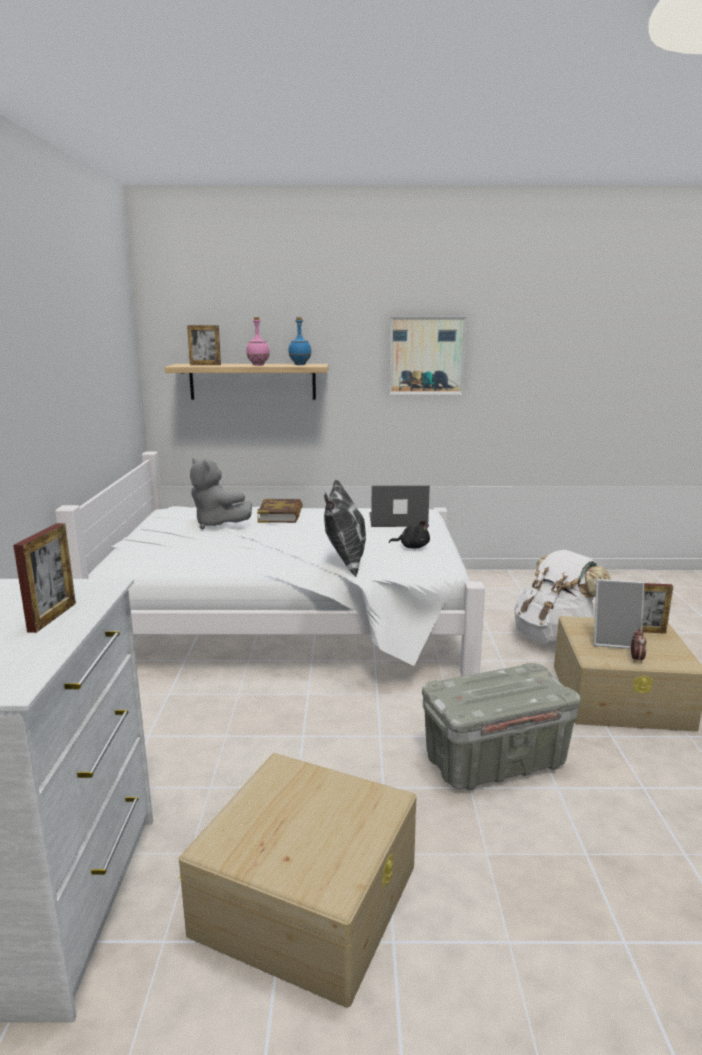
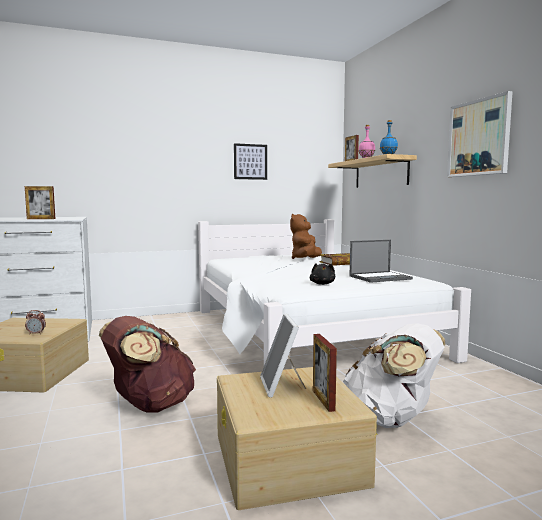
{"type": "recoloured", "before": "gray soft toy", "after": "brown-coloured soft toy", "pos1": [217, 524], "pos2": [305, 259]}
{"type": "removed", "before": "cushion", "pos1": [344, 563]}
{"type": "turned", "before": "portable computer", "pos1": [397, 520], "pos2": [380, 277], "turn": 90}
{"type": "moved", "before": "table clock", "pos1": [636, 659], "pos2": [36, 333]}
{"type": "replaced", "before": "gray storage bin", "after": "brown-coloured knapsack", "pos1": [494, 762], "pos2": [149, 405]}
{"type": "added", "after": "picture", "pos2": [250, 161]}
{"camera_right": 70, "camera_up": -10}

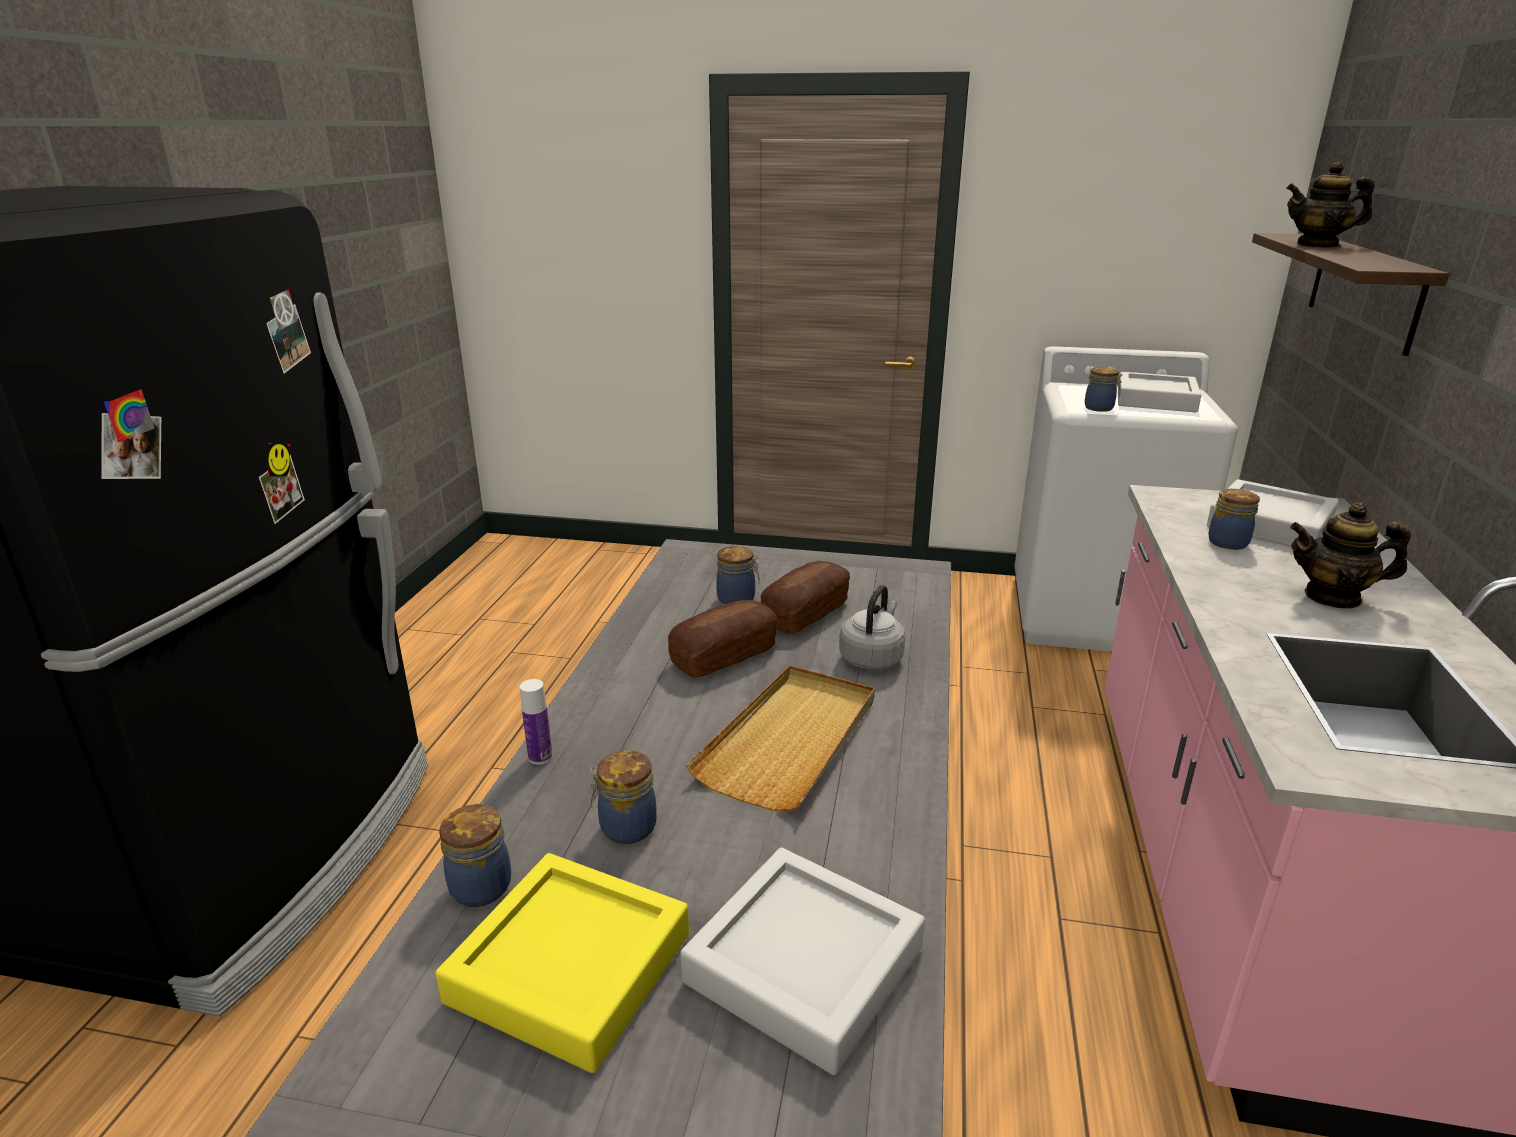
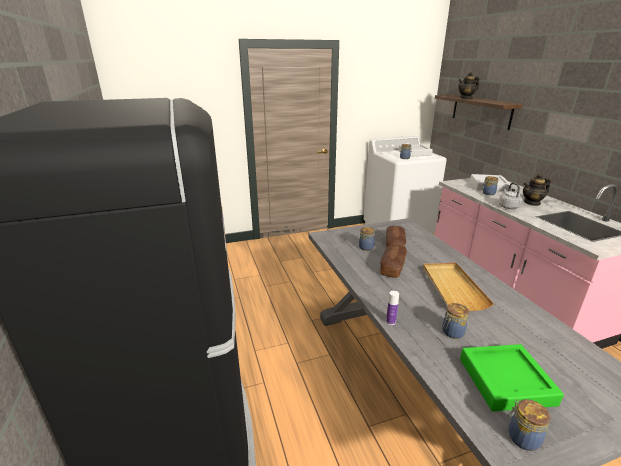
{"type": "moved", "before": "gray water kettle", "pos1": [872, 658], "pos2": [508, 206]}
{"type": "moved", "before": "storage jar", "pos1": [481, 885], "pos2": [521, 437]}
{"type": "removed", "before": "gray serving tray", "pos1": [804, 965]}
{"type": "recoloured", "before": "yellow-coloured serving tray", "after": "green serving tray", "pos1": [570, 967], "pos2": [505, 381]}
{"camera_right": -30, "camera_up": 0}

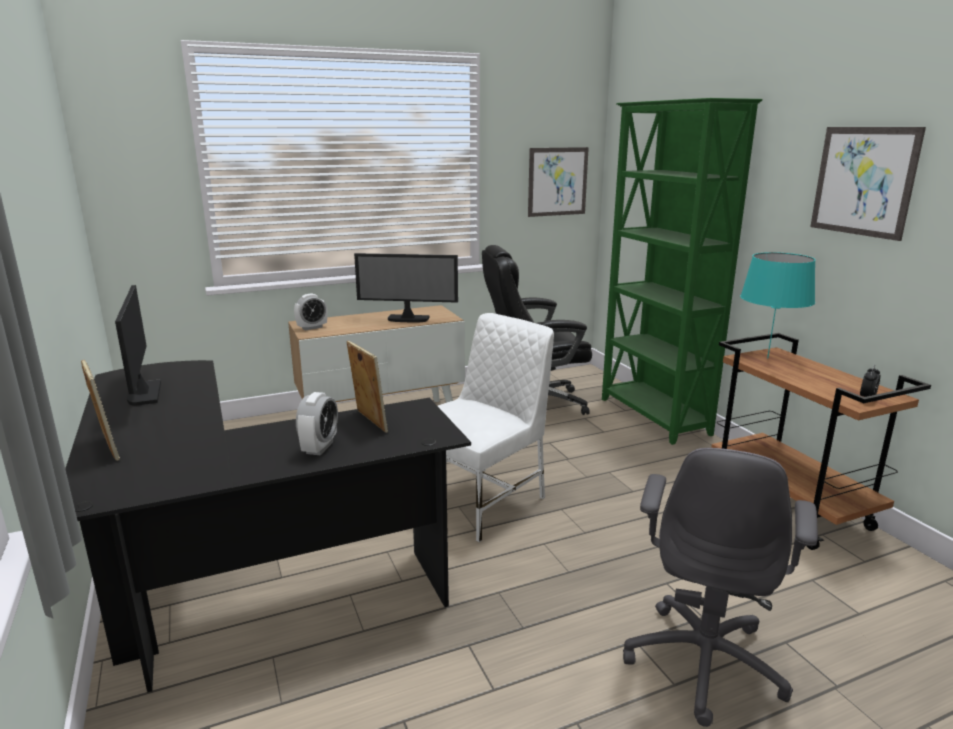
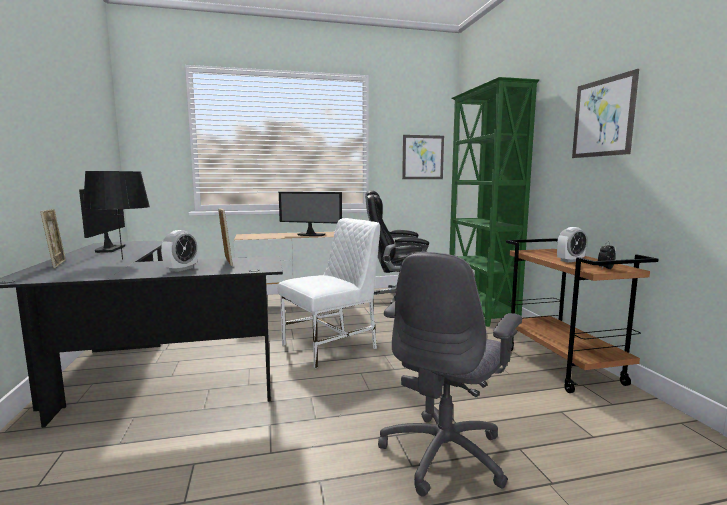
{"type": "removed", "before": "turquoise table lamp", "pos1": [767, 358]}
{"type": "moved", "before": "table clock", "pos1": [312, 327], "pos2": [570, 261]}
{"type": "added", "after": "black-coloured table lamp", "pos2": [122, 259]}
{"camera_right": 10, "camera_up": -10}

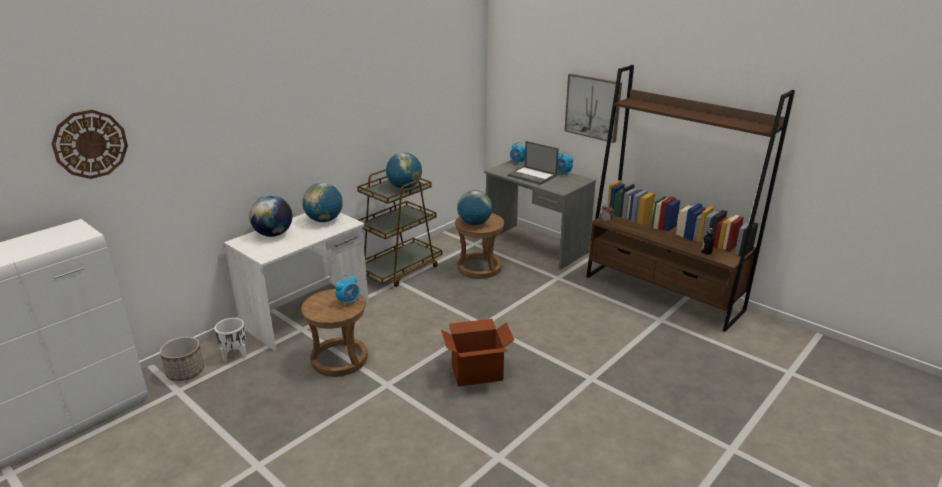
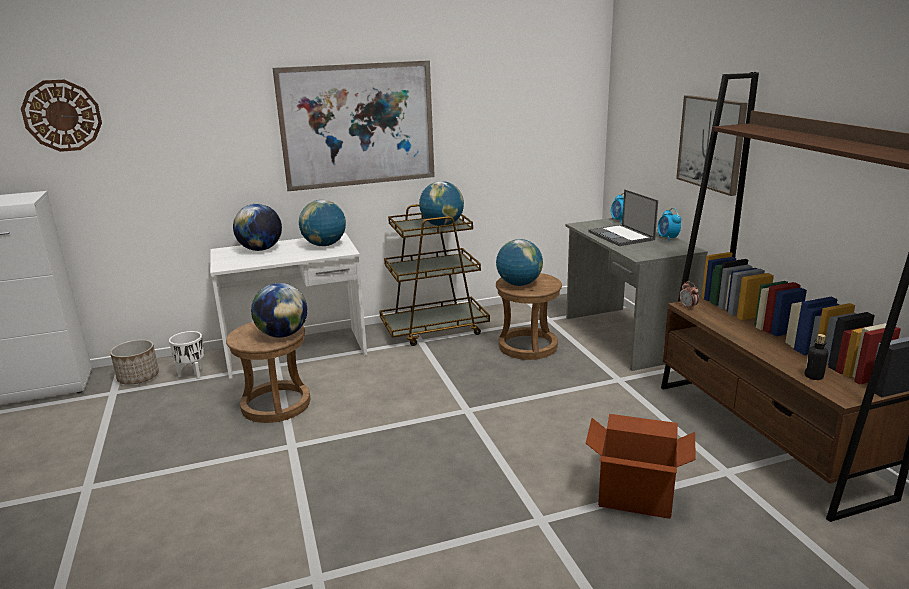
{"type": "replaced", "before": "table clock", "after": "desk globe", "pos1": [349, 302], "pos2": [282, 334]}
{"type": "moved", "before": "carton", "pos1": [476, 372], "pos2": [635, 496]}
{"type": "added", "after": "picture", "pos2": [358, 125]}
{"camera_right": 30, "camera_up": -5}

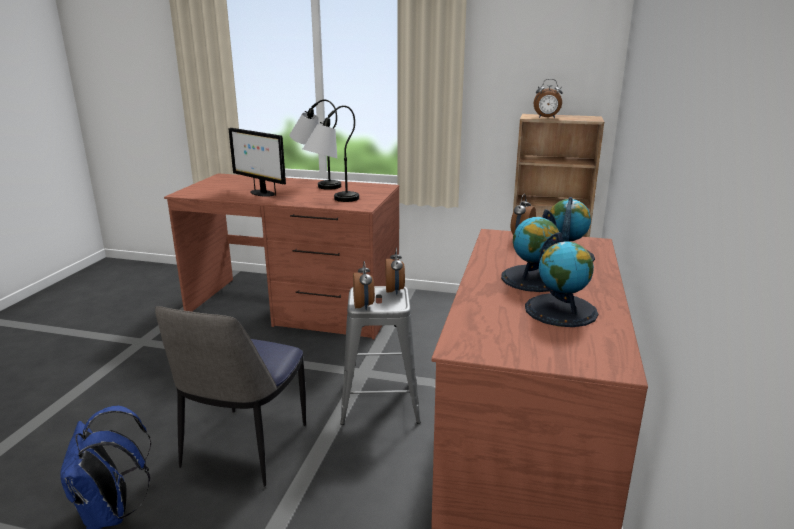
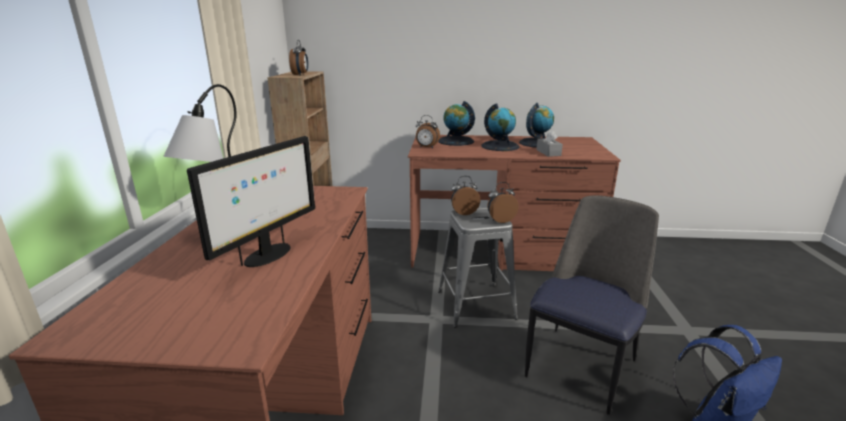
{"type": "removed", "before": "table lamp", "pos1": [332, 201]}
{"type": "turned", "before": "upright chair", "pos1": [244, 448], "pos2": [581, 366], "turn": -60}
{"type": "added", "after": "gray box of tissues", "pos2": [548, 152]}
{"camera_right": -100, "camera_up": 0}

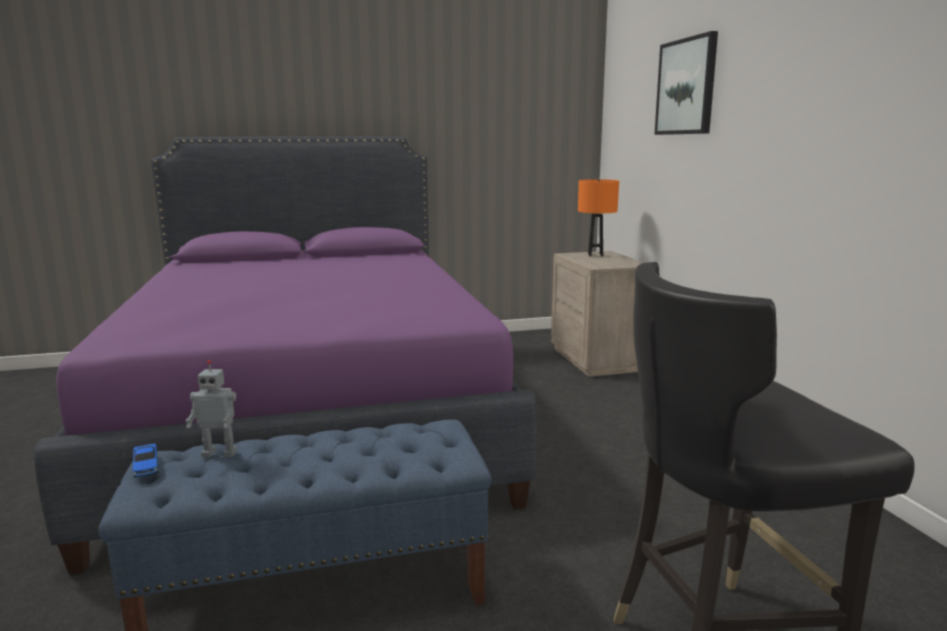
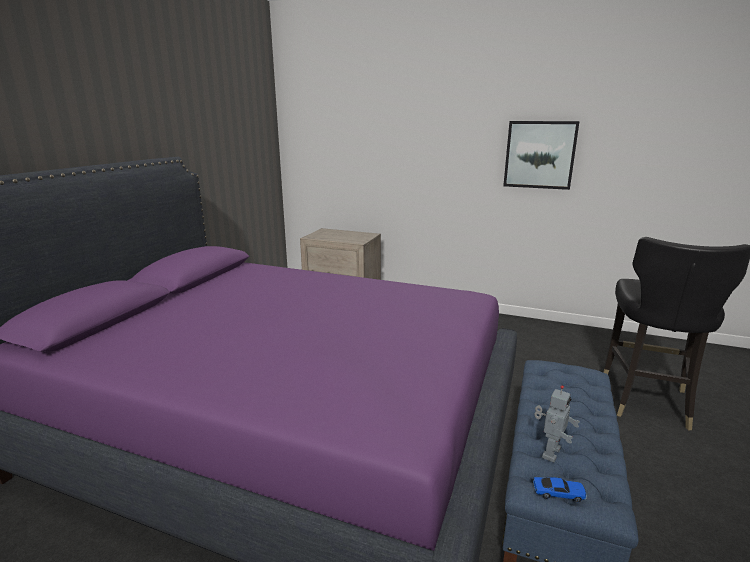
{"type": "moved", "before": "picture", "pos1": [686, 87], "pos2": [539, 155]}
{"type": "removed", "before": "orange-coloured table lamp", "pos1": [595, 255]}
{"camera_right": -55, "camera_up": 5}

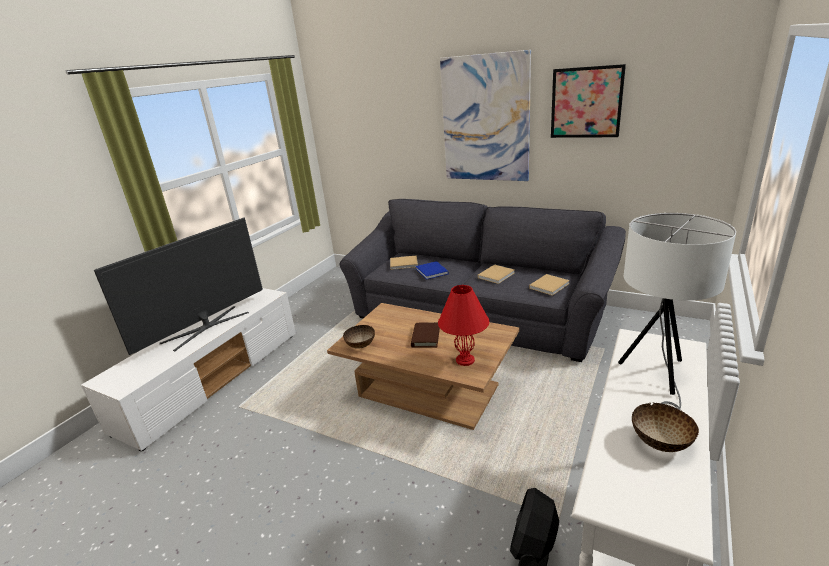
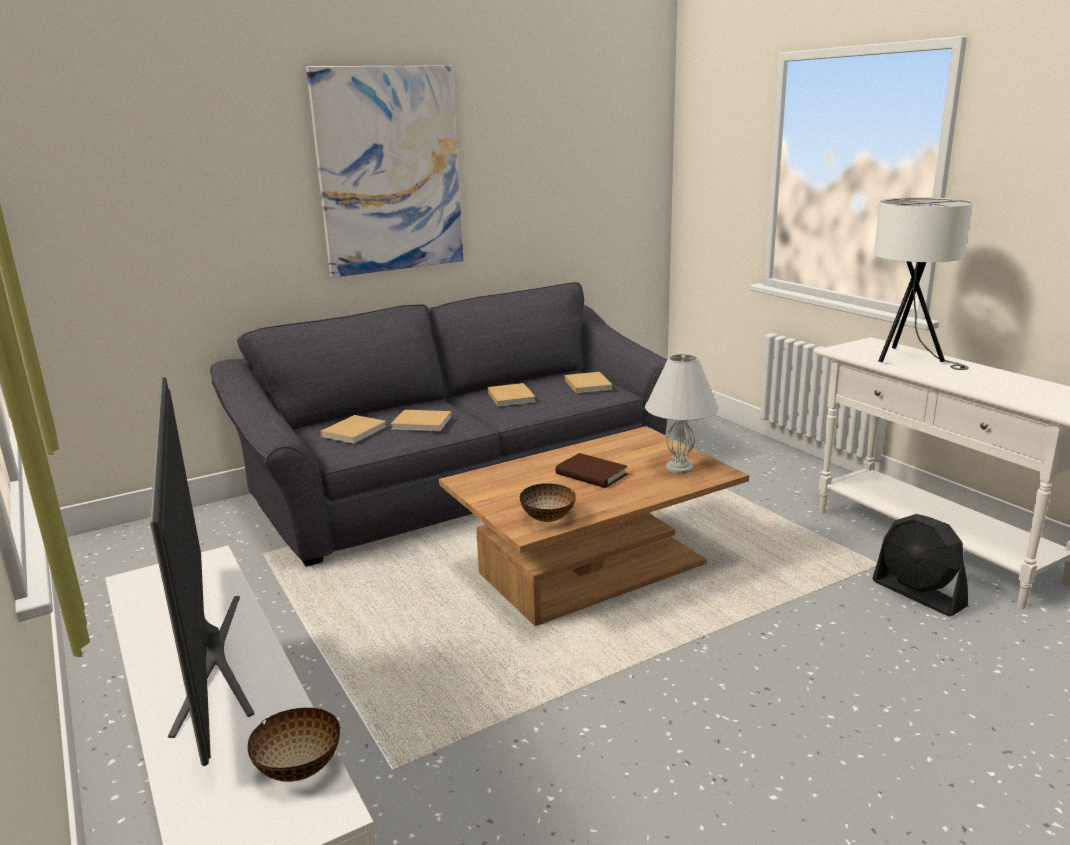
{"type": "removed", "before": "picture", "pos1": [586, 102]}
{"type": "recoloured", "before": "blue-coloured volume", "after": "beige volume", "pos1": [432, 272], "pos2": [423, 423]}
{"type": "recoloured", "before": "red table lamp", "after": "white-coloured table lamp", "pos1": [464, 360], "pos2": [679, 468]}
{"type": "moved", "before": "bowl", "pos1": [661, 443], "pos2": [300, 768]}
{"camera_right": -60, "camera_up": -5}

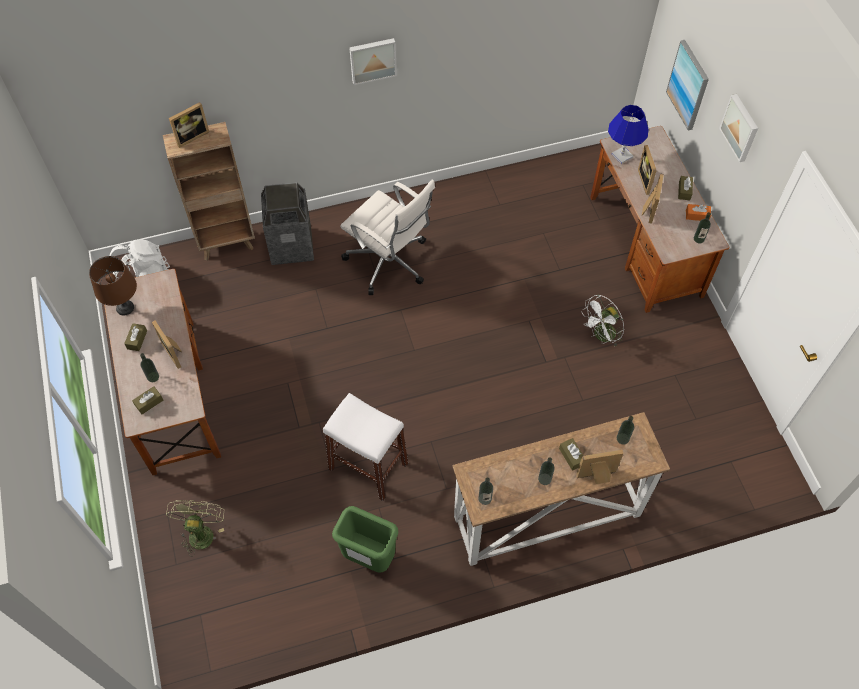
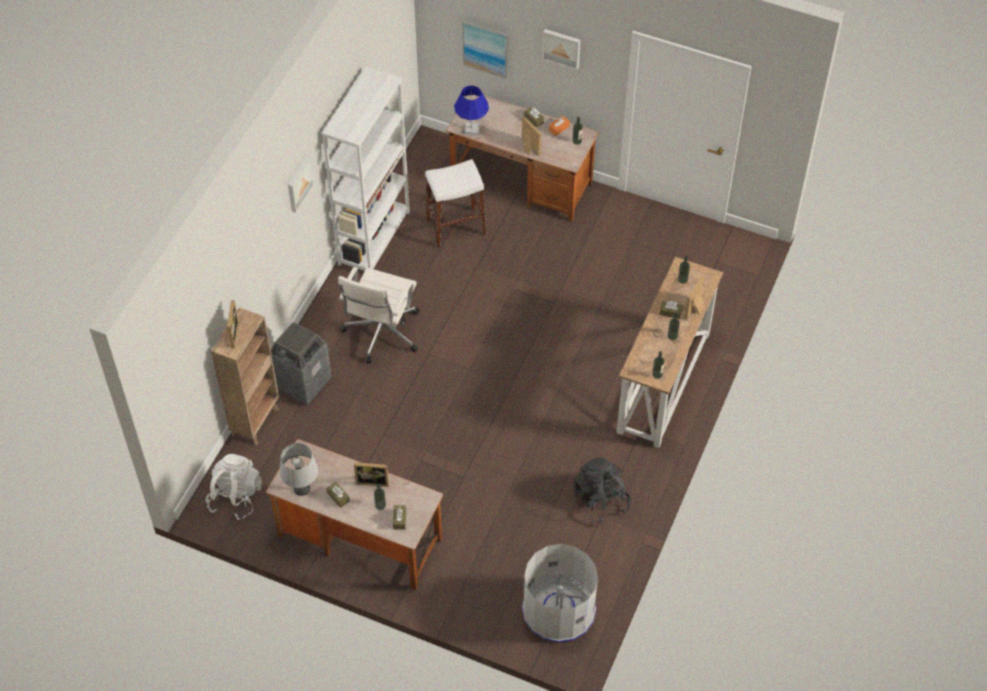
{"type": "removed", "before": "photo frame", "pos1": [647, 181]}
{"type": "turned", "before": "white-coloured desk chair", "pos1": [389, 262], "pos2": [381, 333], "turn": 120}
{"type": "recoloured", "before": "brown-coloured table lamp", "after": "gray table lamp", "pos1": [124, 307], "pos2": [301, 488]}
{"type": "removed", "before": "white-coloured cooling fan", "pos1": [601, 336]}
{"type": "moved", "before": "white-coloured sitting stool", "pos1": [368, 466], "pos2": [455, 227]}
{"type": "removed", "before": "green cooling fan", "pos1": [201, 531]}
{"type": "replaced", "before": "green waste bin", "after": "black-coloured knapsack", "pos1": [368, 557], "pos2": [600, 500]}
{"type": "added", "after": "white-coloured shelving unit", "pos2": [374, 238]}
{"type": "added", "after": "gray waste bin", "pos2": [558, 610]}
{"camera_right": -50, "camera_up": -5}

